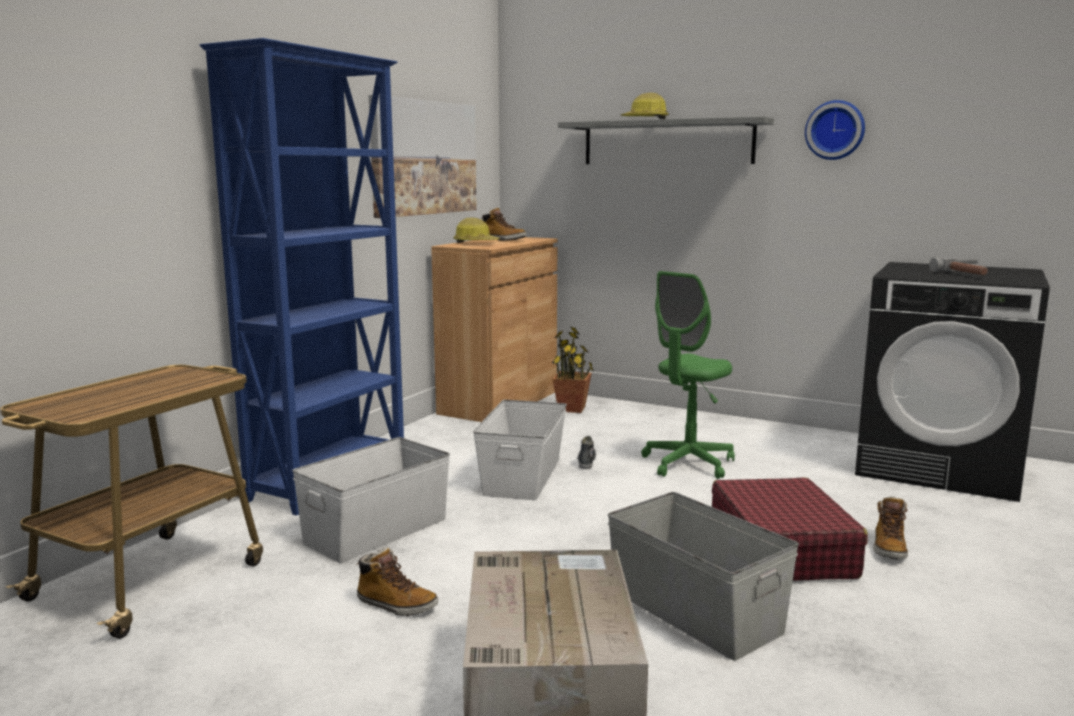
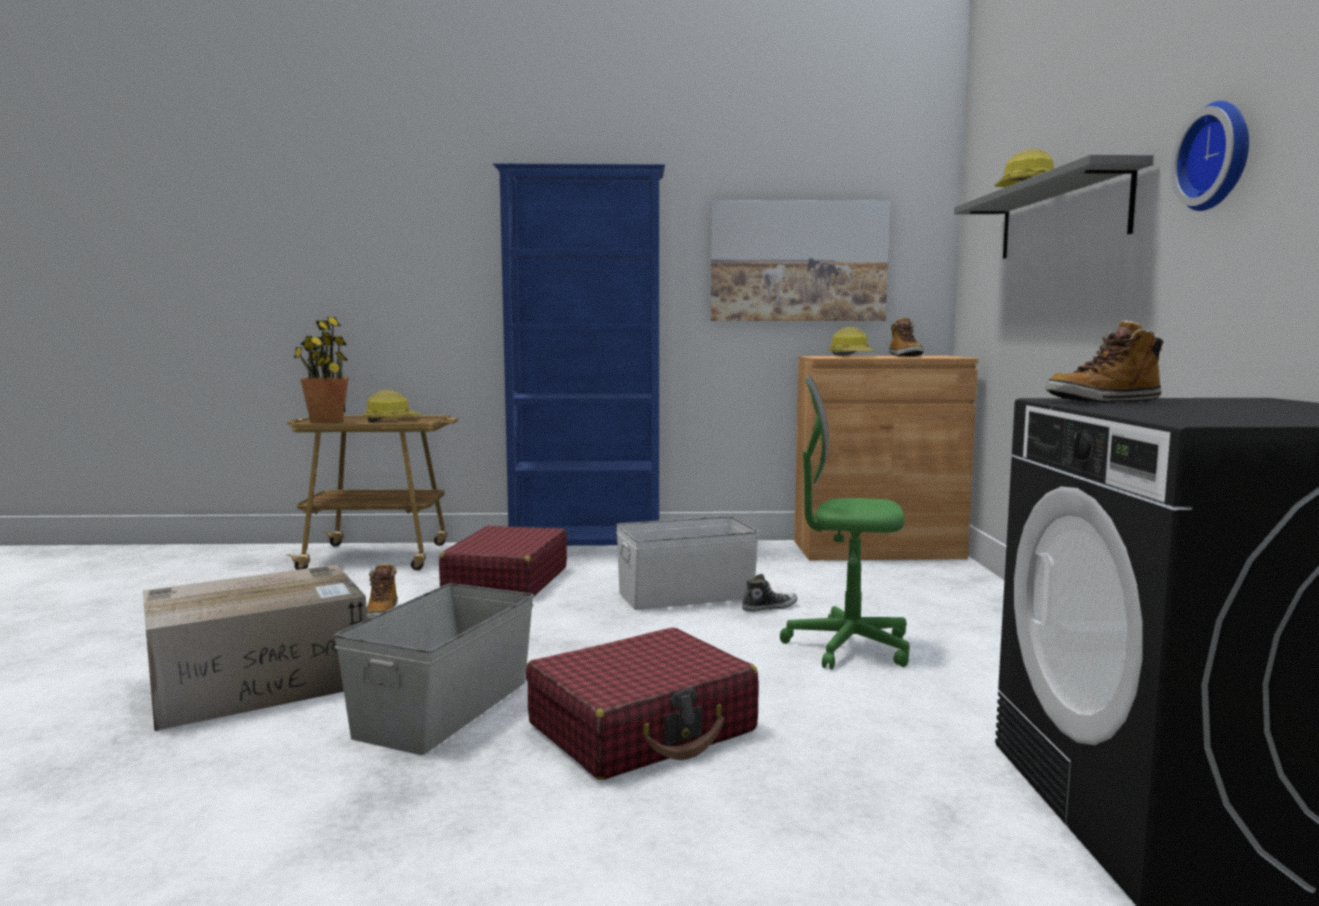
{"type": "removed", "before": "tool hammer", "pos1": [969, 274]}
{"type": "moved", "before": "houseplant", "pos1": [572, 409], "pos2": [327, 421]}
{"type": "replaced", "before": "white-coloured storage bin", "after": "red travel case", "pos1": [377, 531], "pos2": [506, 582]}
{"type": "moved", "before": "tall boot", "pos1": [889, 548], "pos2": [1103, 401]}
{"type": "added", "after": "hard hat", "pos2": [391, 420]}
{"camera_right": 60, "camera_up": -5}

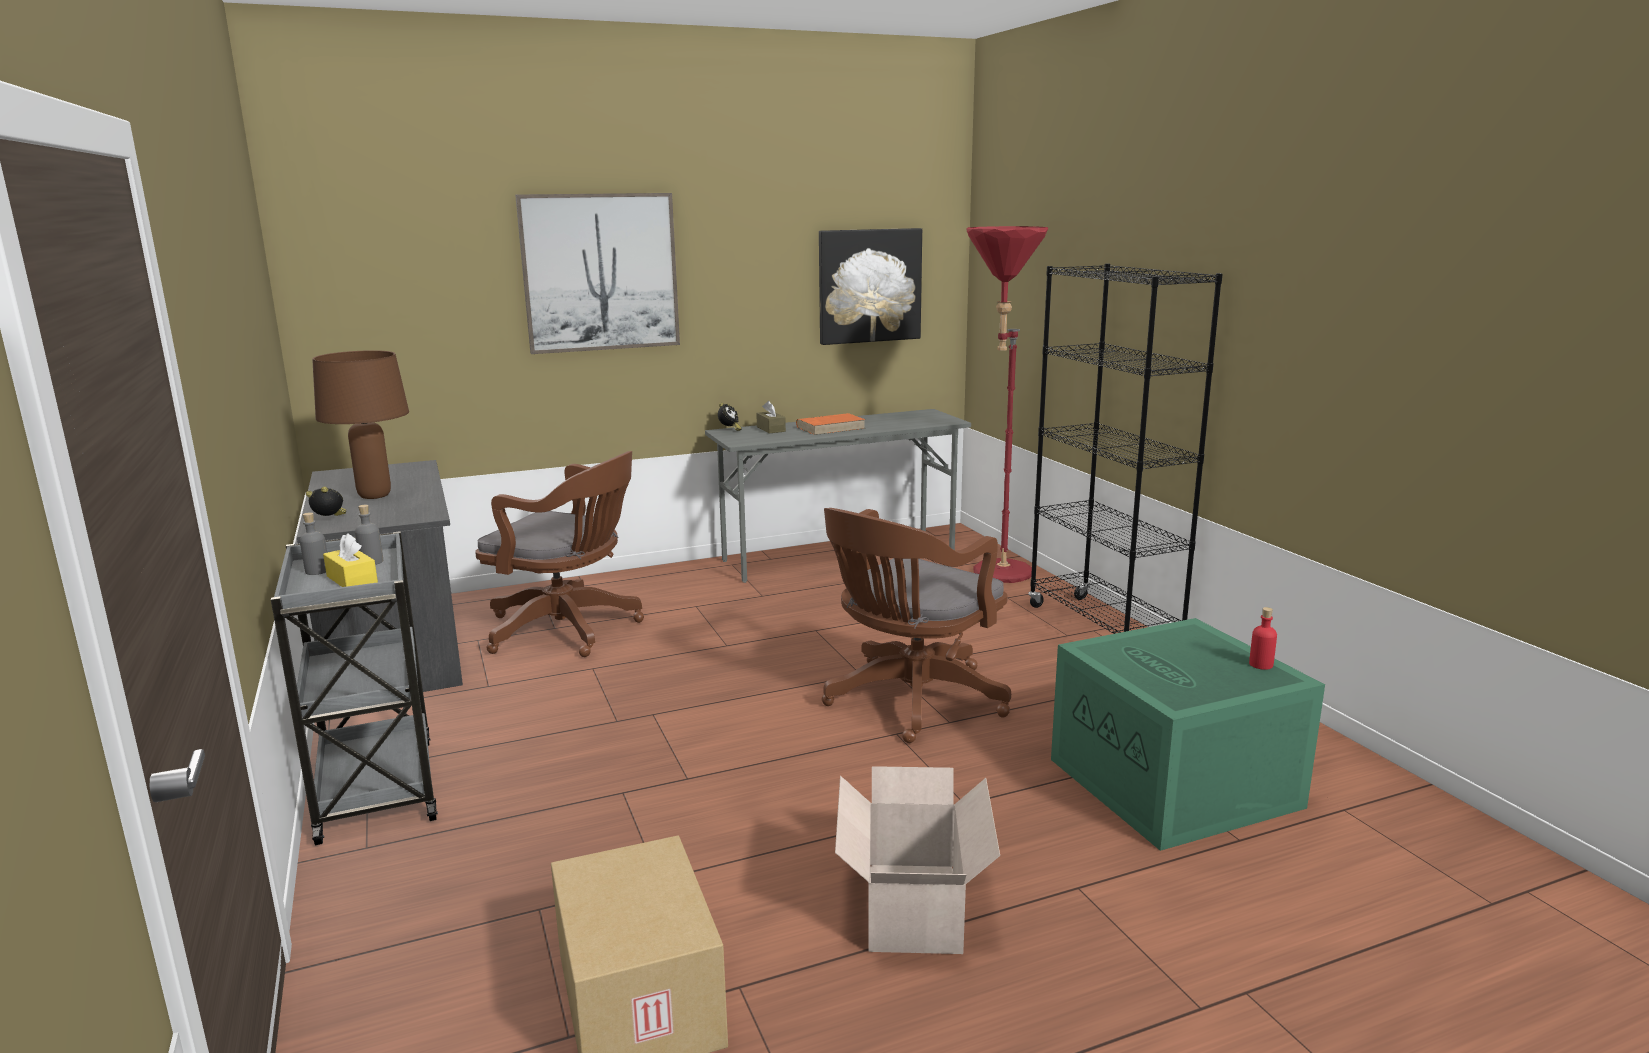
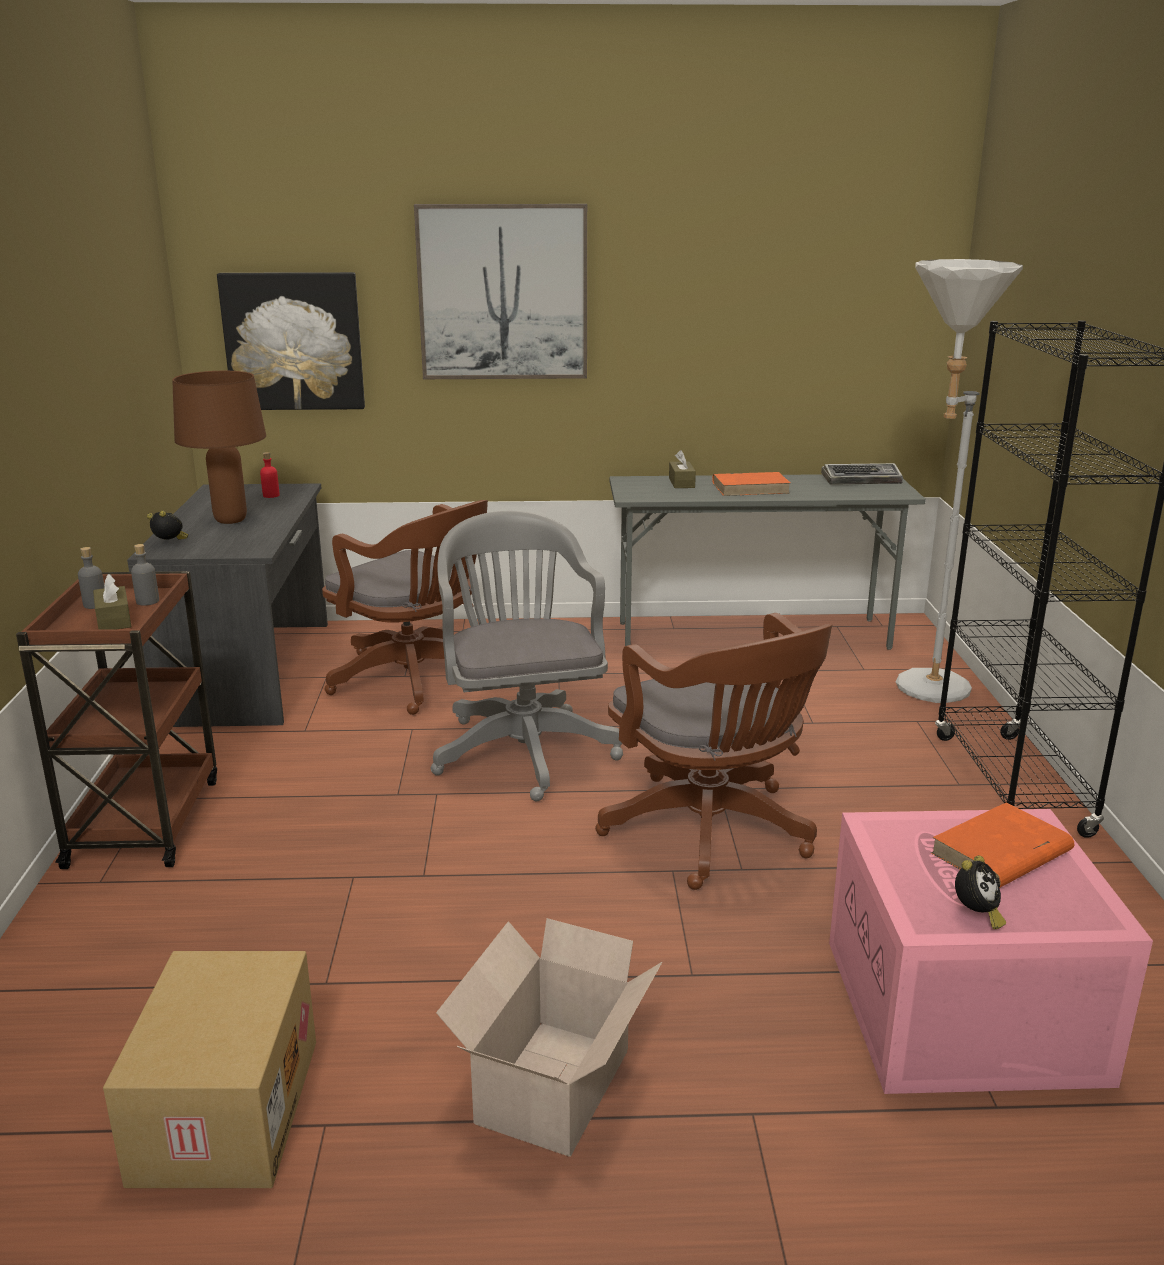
{"type": "recoloured", "before": "red standing lamp", "after": "white-coloured standing lamp", "pos1": [995, 576], "pos2": [920, 691]}
{"type": "moved", "before": "picture", "pos1": [869, 286], "pos2": [293, 341]}
{"type": "moved", "before": "table clock", "pos1": [729, 430], "pos2": [976, 915]}
{"type": "turned", "before": "brown-coloured desk chair", "pos1": [910, 702], "pos2": [713, 834], "turn": -90}
{"type": "recoloured", "before": "gray trolley", "after": "brown-coloured trolley", "pos1": [376, 787], "pos2": [145, 820]}
{"type": "recoloured", "before": "yellow-coloured box of tissues", "after": "brown-coloured box of tissues", "pos1": [352, 580], "pos2": [114, 619]}
{"type": "moved", "before": "red beverage bottle", "pos1": [1261, 664], "pos2": [271, 495]}
{"type": "recoloured", "before": "green storage bin", "after": "pinkish storage bin", "pos1": [1177, 783], "pos2": [966, 1012]}
{"type": "added", "after": "computer keyboard", "pos2": [862, 480]}
{"type": "added", "after": "gray desk chair", "pos2": [522, 748]}
{"type": "added", "after": "orange-coloured volume", "pos2": [1000, 853]}
{"camera_right": 20, "camera_up": 5}

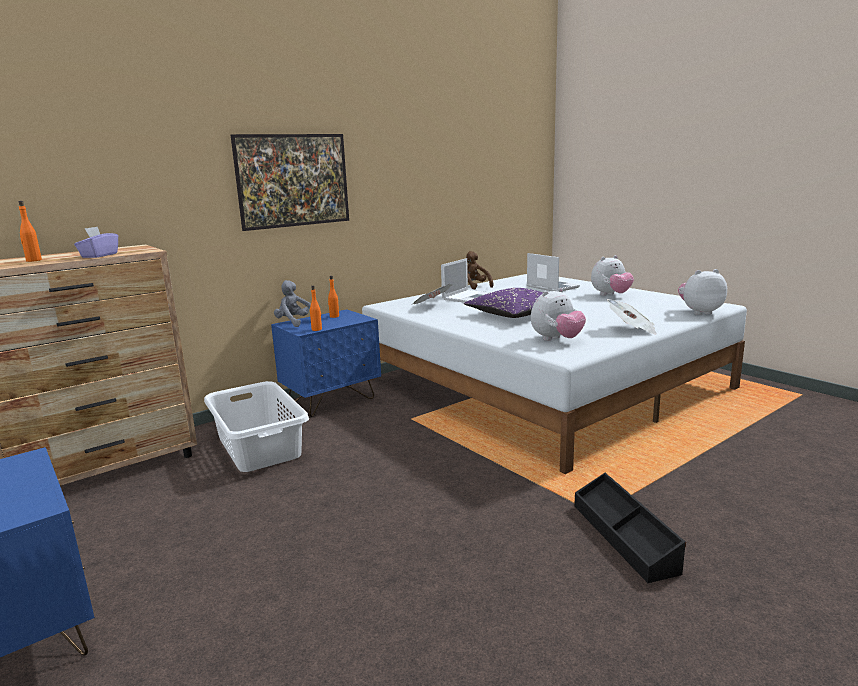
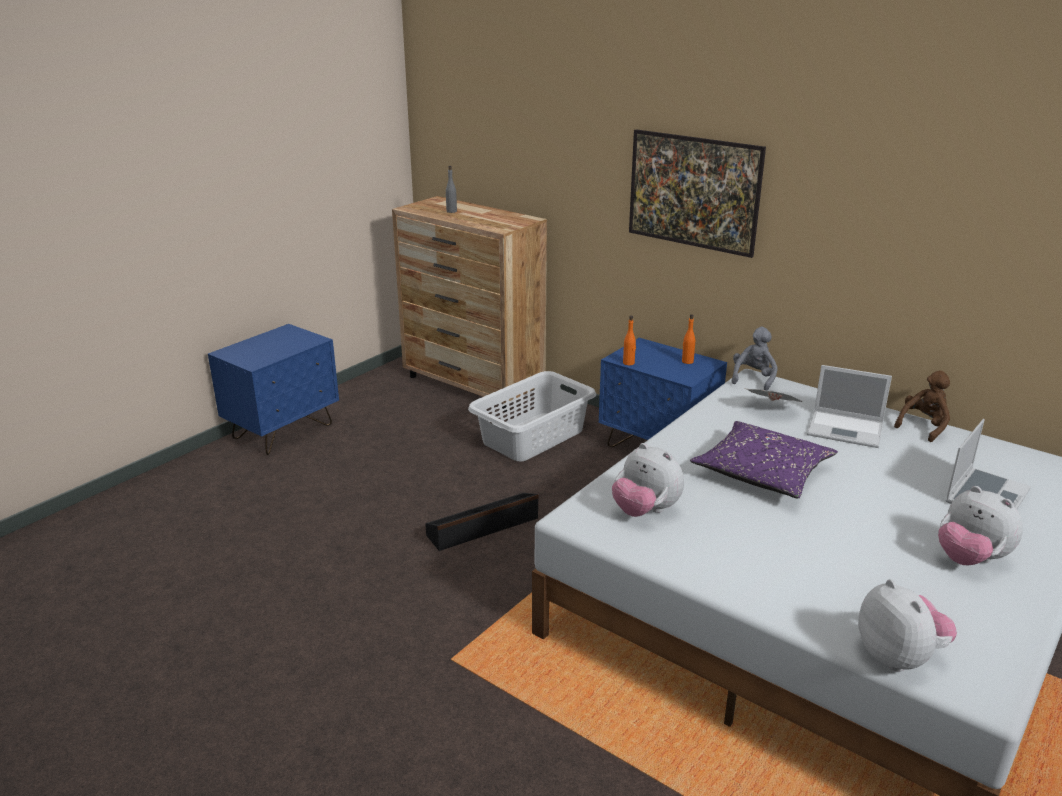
{"type": "recoloured", "before": "orange-coloured beverage bottle", "after": "gray beverage bottle", "pos1": [33, 260], "pos2": [451, 211]}
{"type": "removed", "before": "purplish box of tissues", "pos1": [99, 255]}
{"type": "moved", "before": "gray soft toy", "pos1": [295, 323], "pos2": [753, 379]}
{"type": "removed", "before": "daily paper", "pos1": [632, 330]}
{"type": "moved", "before": "black-coloured storage bin", "pos1": [625, 537], "pos2": [483, 527]}
{"camera_right": 75, "camera_up": 10}

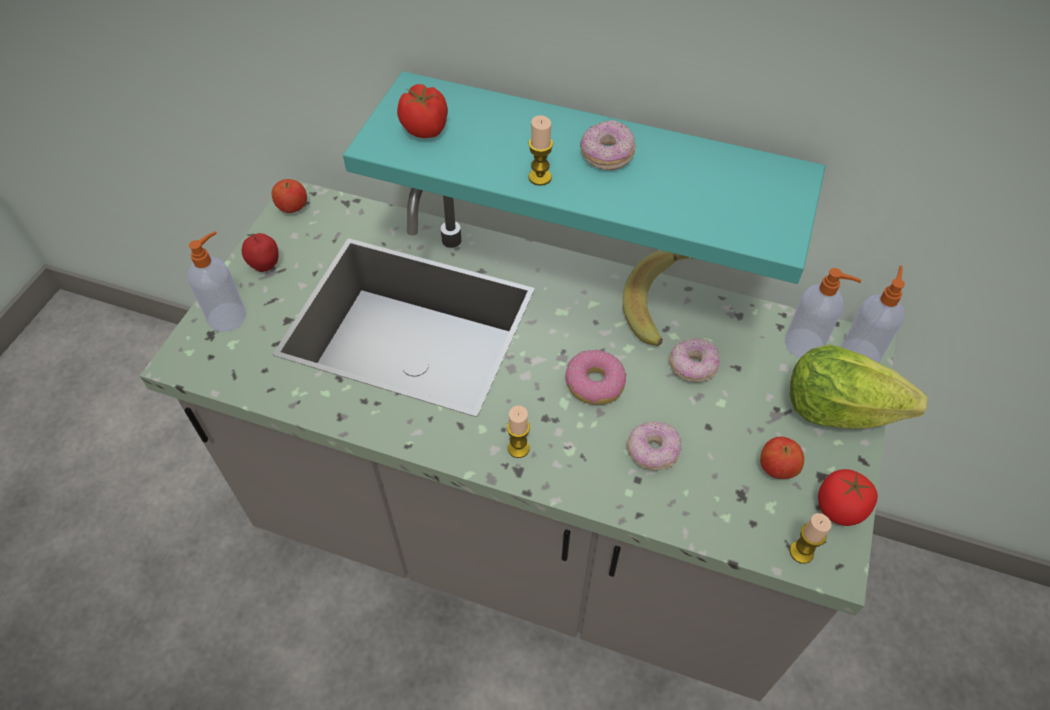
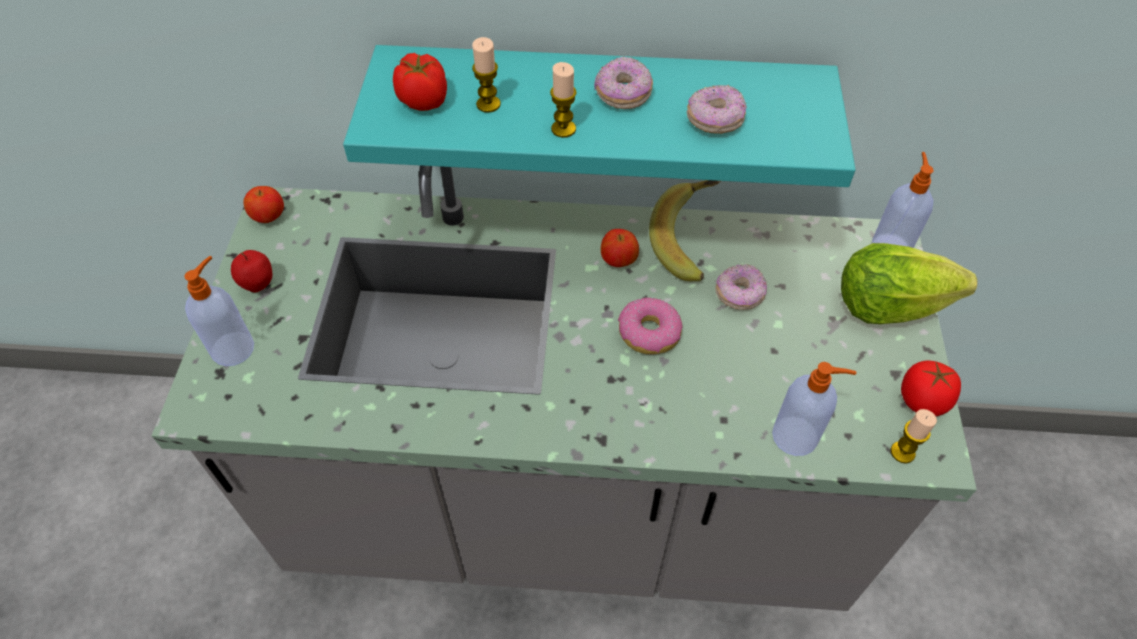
{"type": "moved", "before": "liquid soap bottle", "pos1": [805, 344], "pos2": [796, 436]}
{"type": "moved", "before": "candle", "pos1": [518, 448], "pos2": [488, 104]}
{"type": "moved", "before": "ring doughnut", "pos1": [652, 452], "pos2": [714, 121]}
{"type": "moved", "before": "apple fruit", "pos1": [777, 469], "pos2": [618, 261]}
{"camera_right": -15, "camera_up": 0}

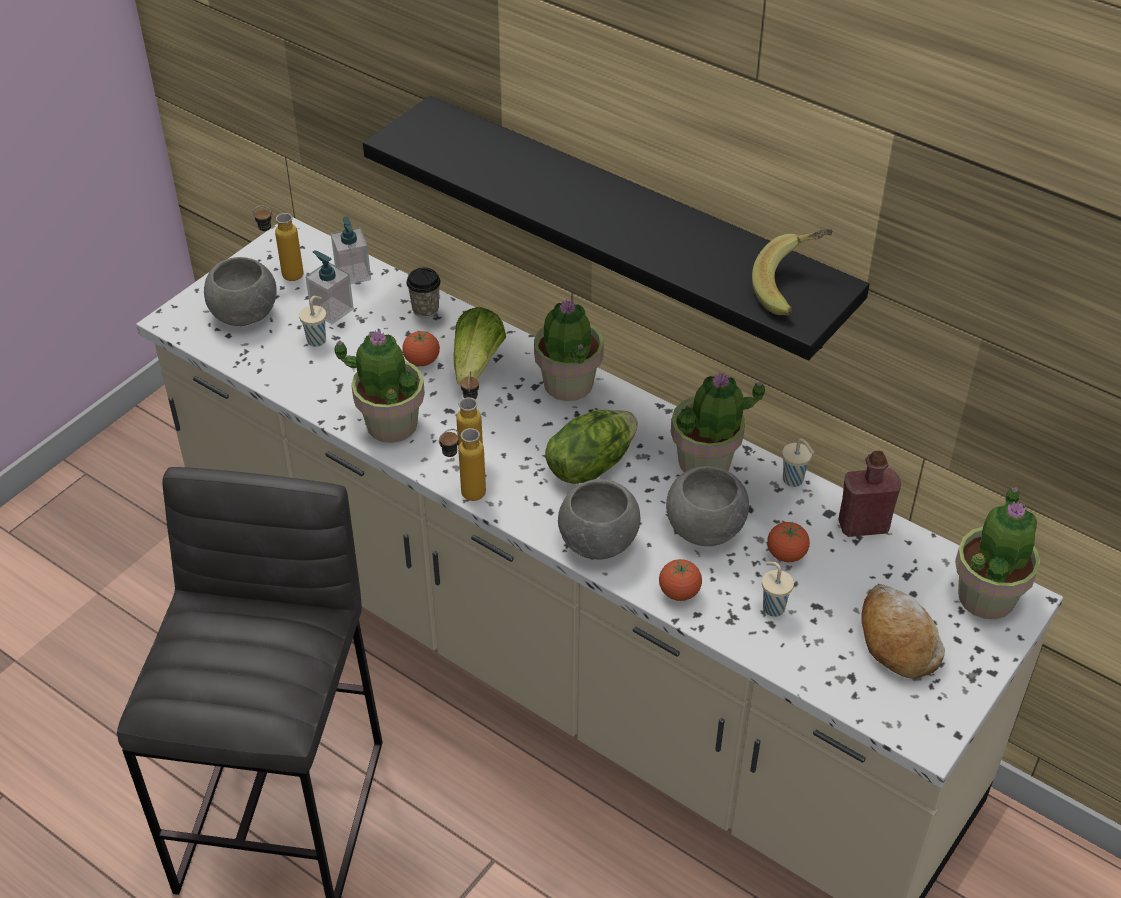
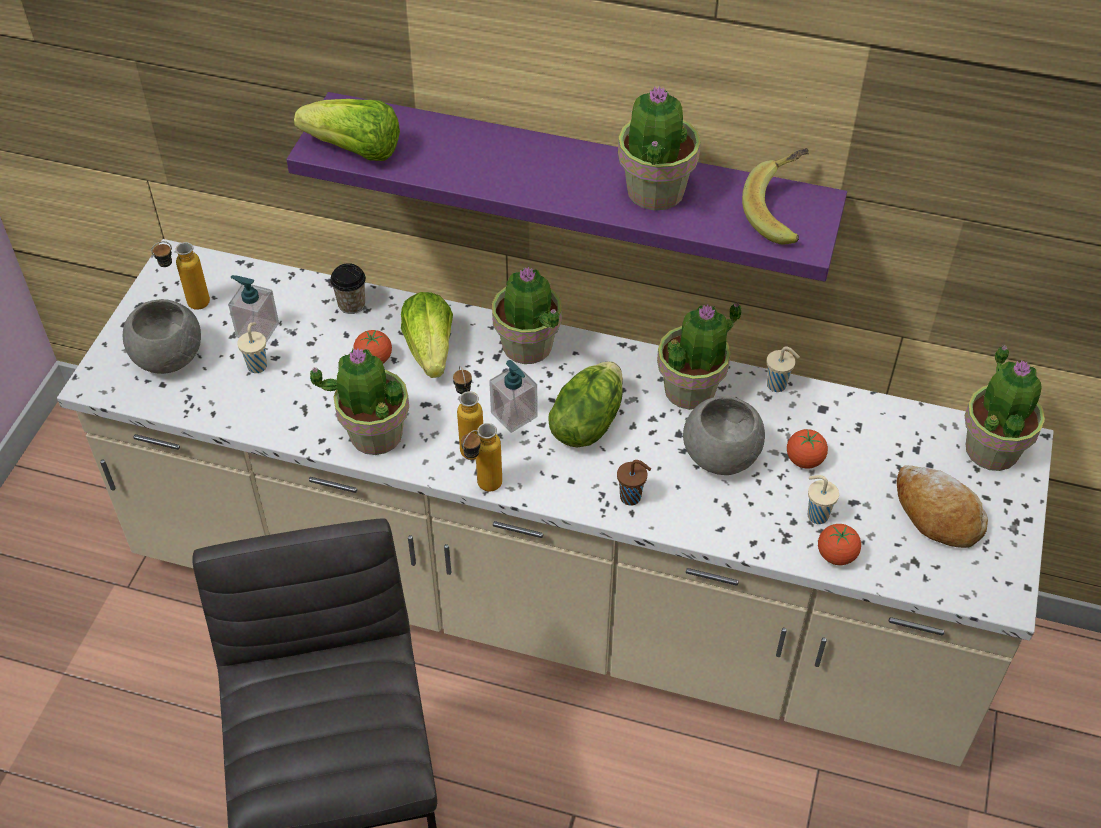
{"type": "recoloured", "before": "black-coloured shelf", "after": "purplish shelf", "pos1": [633, 222], "pos2": [578, 177]}
{"type": "moved", "before": "liquid soap bottle", "pos1": [353, 274], "pos2": [514, 415]}
{"type": "removed", "before": "red beverage bottle", "pos1": [863, 526]}
{"type": "replaced", "before": "gray bowl", "after": "brown-coloured drinking cup", "pos1": [599, 542], "pos2": [632, 497]}
{"type": "moved", "before": "tomato", "pos1": [679, 592], "pos2": [836, 555]}
{"type": "added", "after": "houseplant", "pos2": [654, 191]}
{"type": "added", "after": "lettuce head", "pos2": [355, 150]}
{"camera_right": -20, "camera_up": 5}

